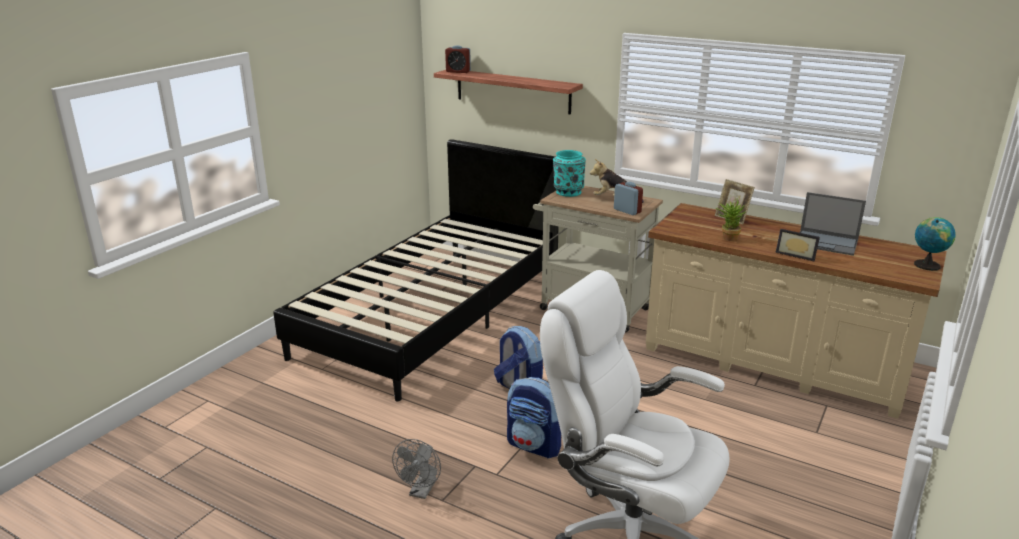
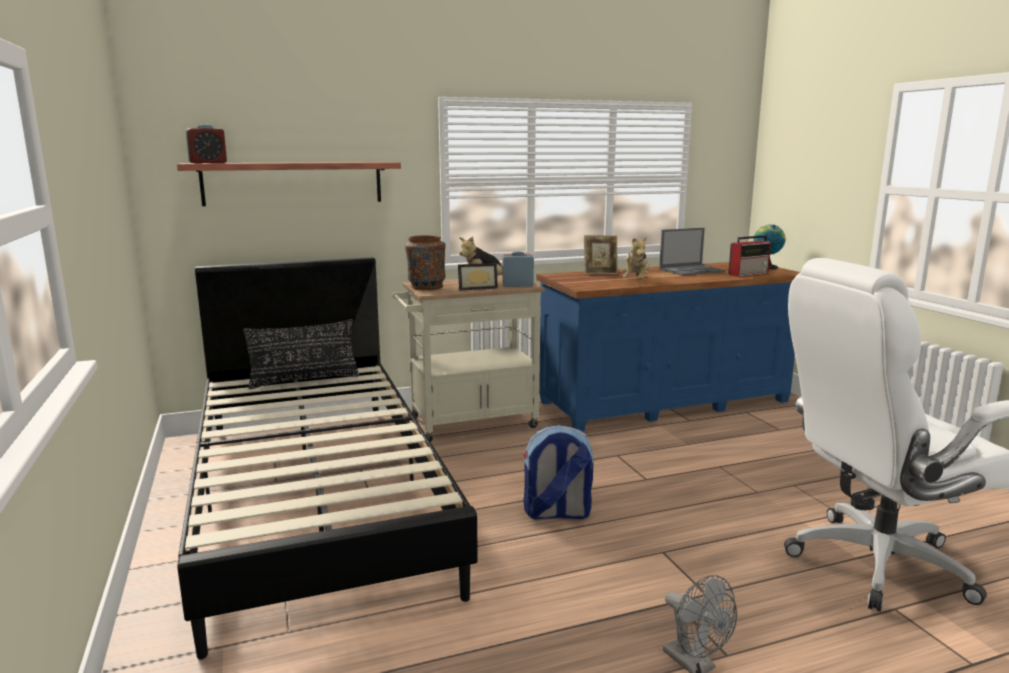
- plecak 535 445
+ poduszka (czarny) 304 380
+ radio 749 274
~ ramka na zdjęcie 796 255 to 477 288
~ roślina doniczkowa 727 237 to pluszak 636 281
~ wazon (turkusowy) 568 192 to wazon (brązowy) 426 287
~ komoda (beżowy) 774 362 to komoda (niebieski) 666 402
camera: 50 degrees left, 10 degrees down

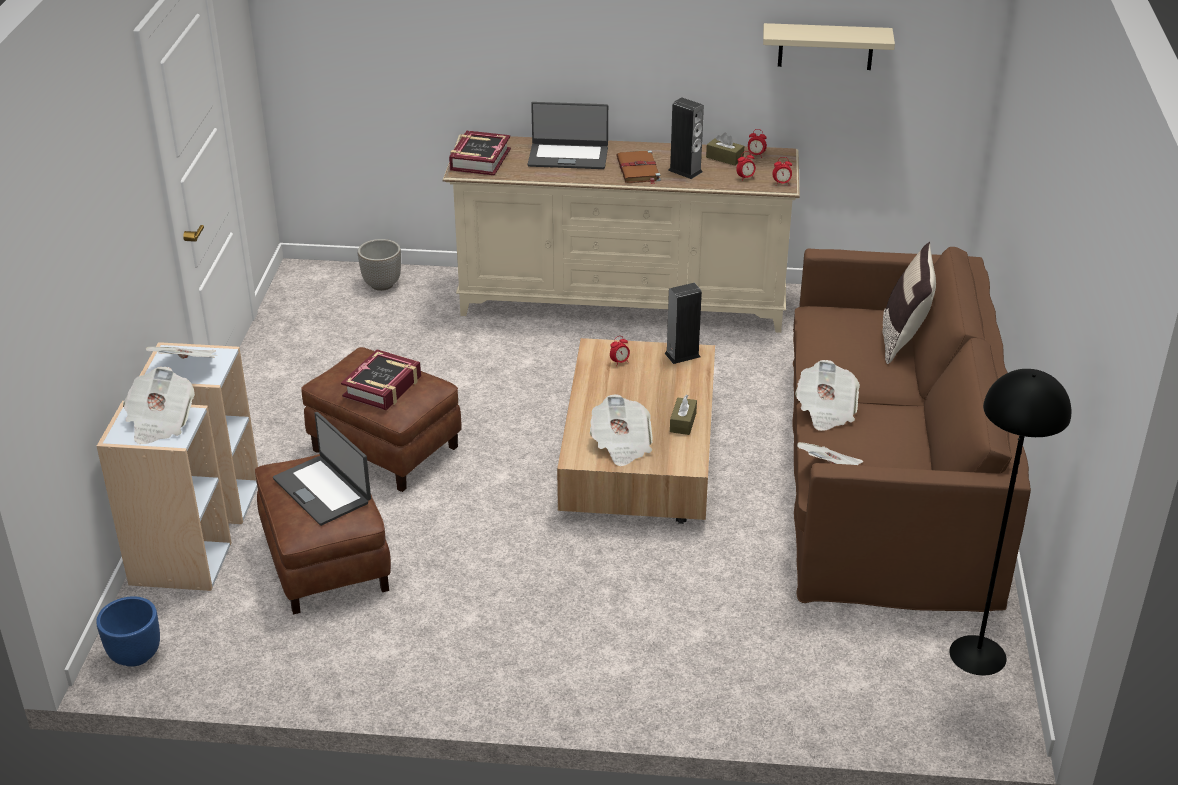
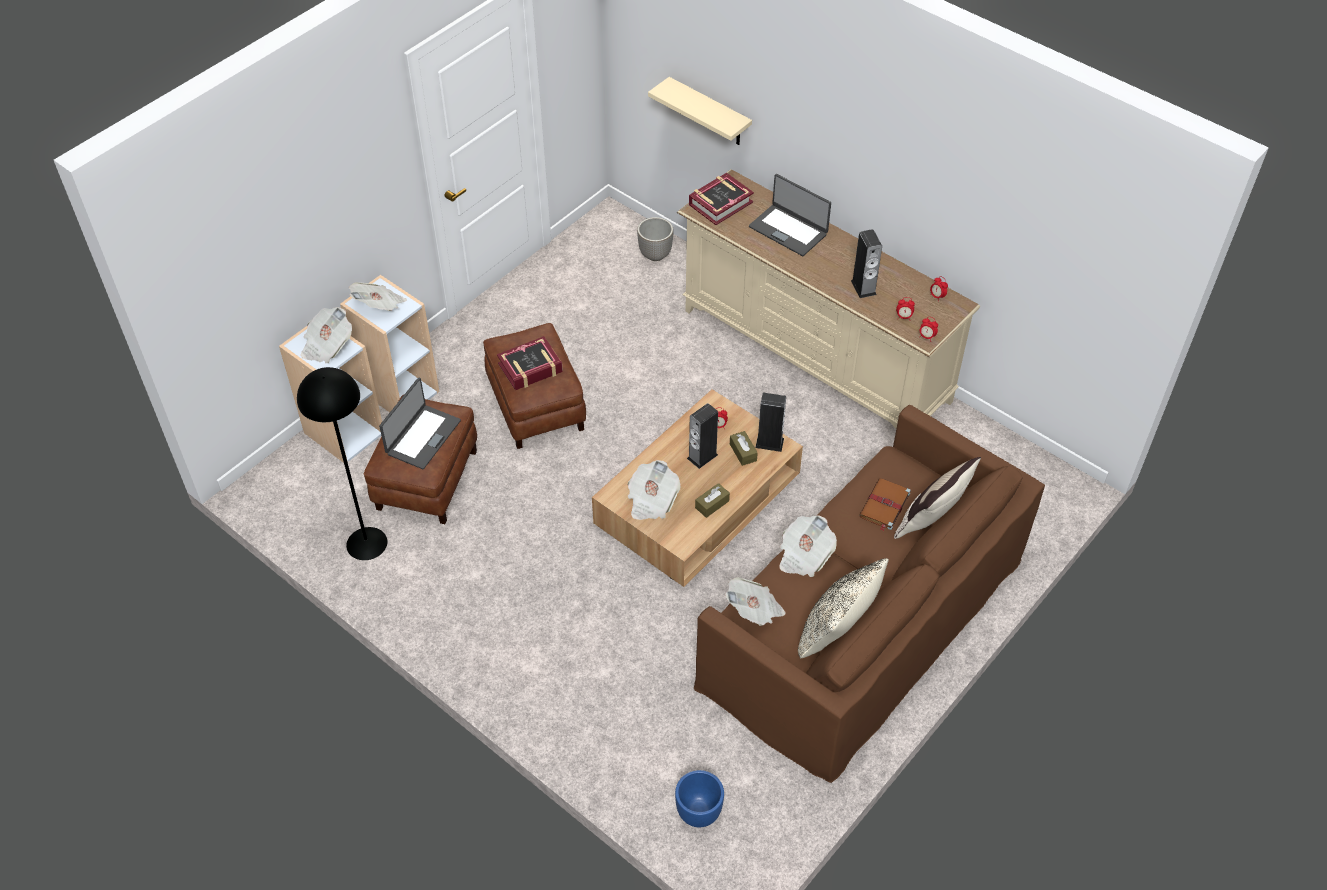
+ głośnik 702 456
+ poduszka (beżowy) 836 635
~ donica (niebieski) 136 654 to 699 812
~ książka (brązowy) 638 170 to 884 506
~ pudełko chusteczek (brązowy) 724 158 to 743 452
~ półka (beżowy) 825 46 to 709 113
~ lampa stojąca (czarny) 978 655 to 366 544
~ laptop 323 490 = 422 437 150 degrees counterclockwise
camera: 35 degrees right, 15 degrees up

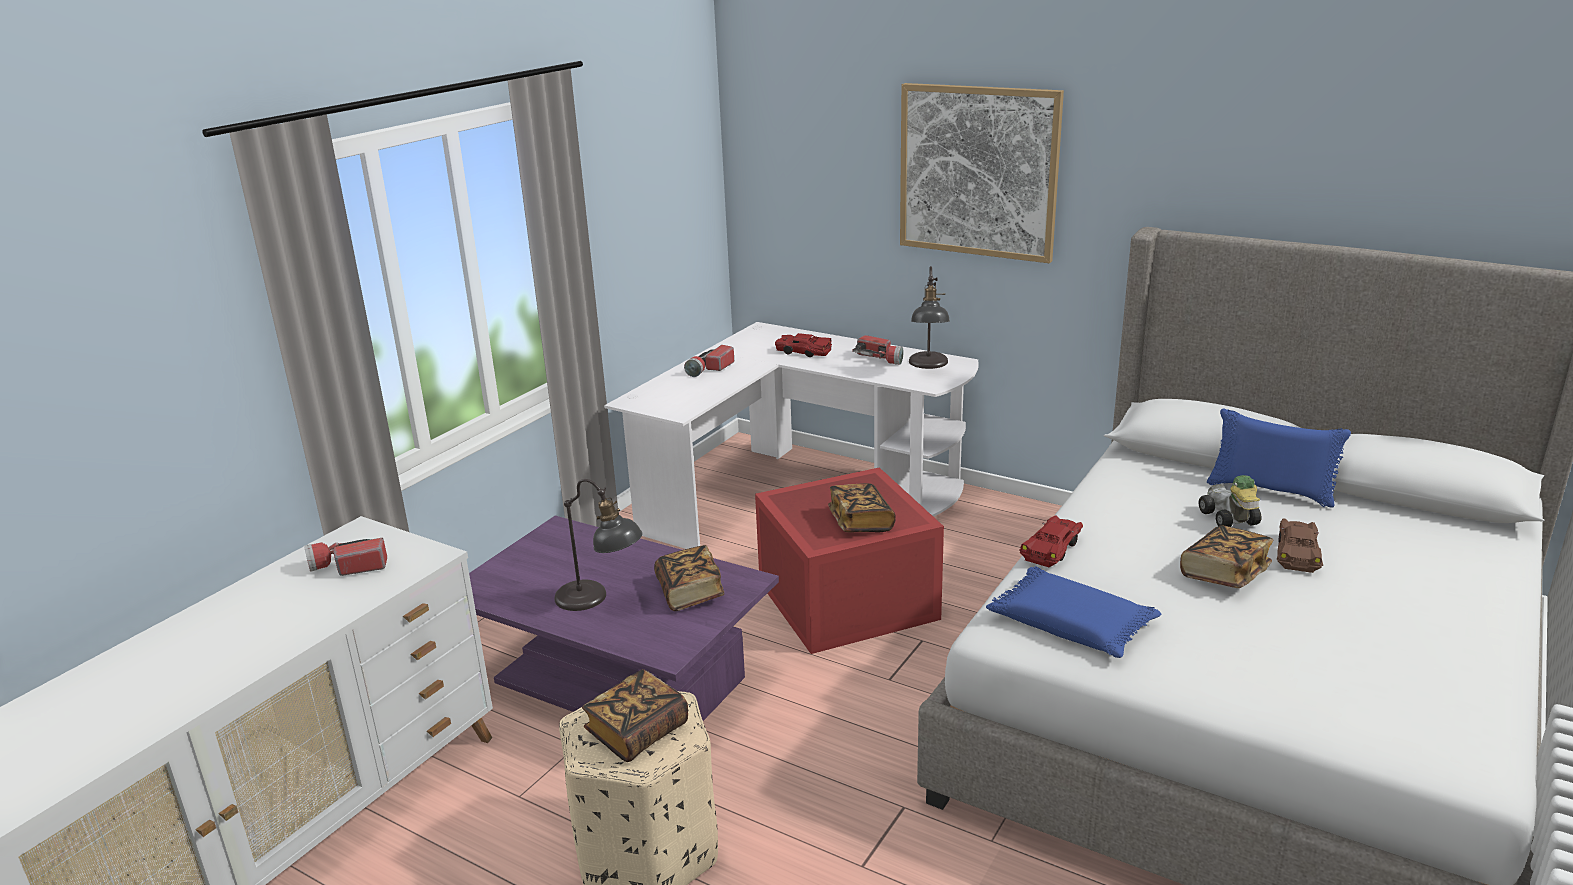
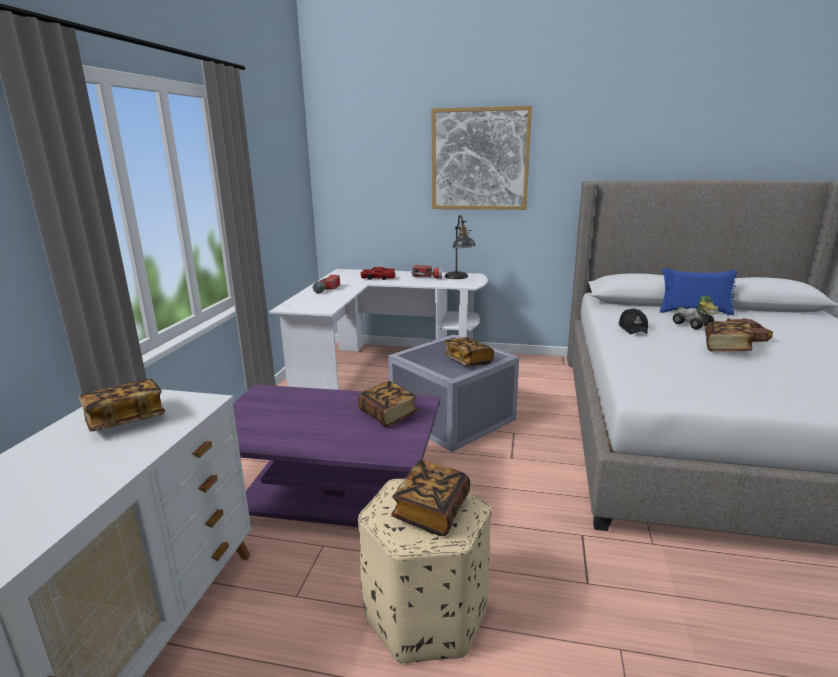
- lampa stołowa (szary) 601 600
- poduszka (niebieski) 1071 620
- samochodzik (czerwony) 1052 549
+ czapka z daszkiem (czarny) 633 328
~ latarka 348 566 to książka 126 420
~ pojemnik do przechowywania (czerwony) 844 600 to pojemnik do przechowywania (szary) 450 418
camera: 20 degrees left, 5 degrees down

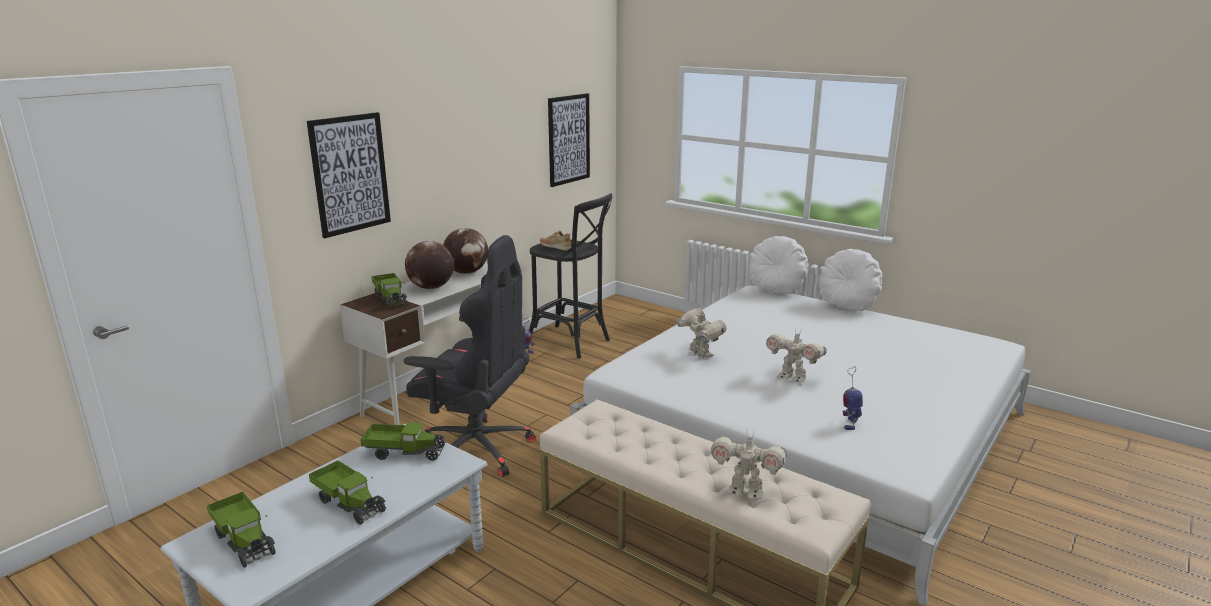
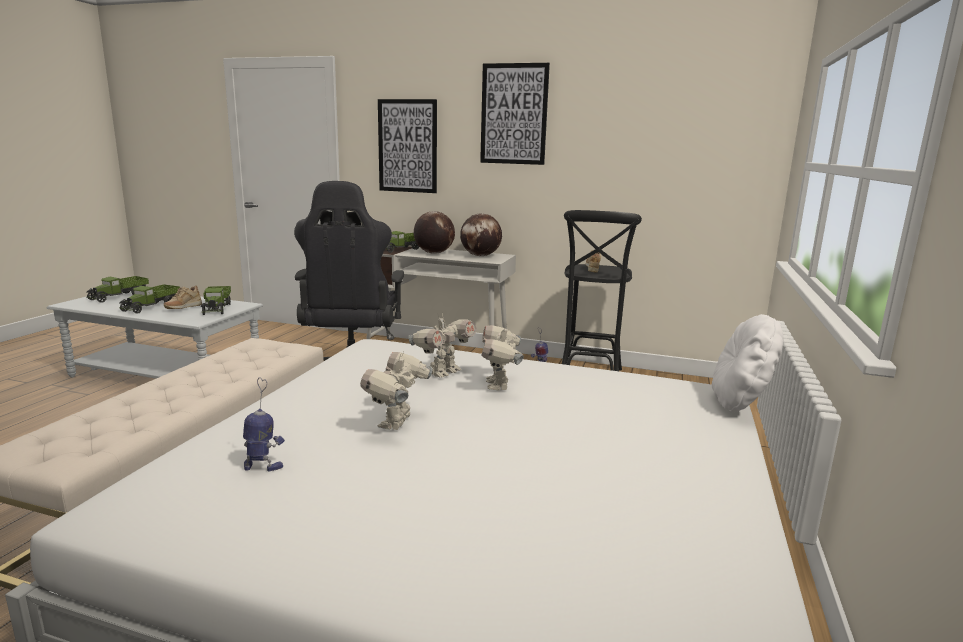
- poduszka (biały) 847 306
+ but (beżowy) 183 308
~ obraz 568 139 to 514 114
~ robot zabawkowy 745 491 to 499 385
camera: 70 degrees right, 5 degrees down

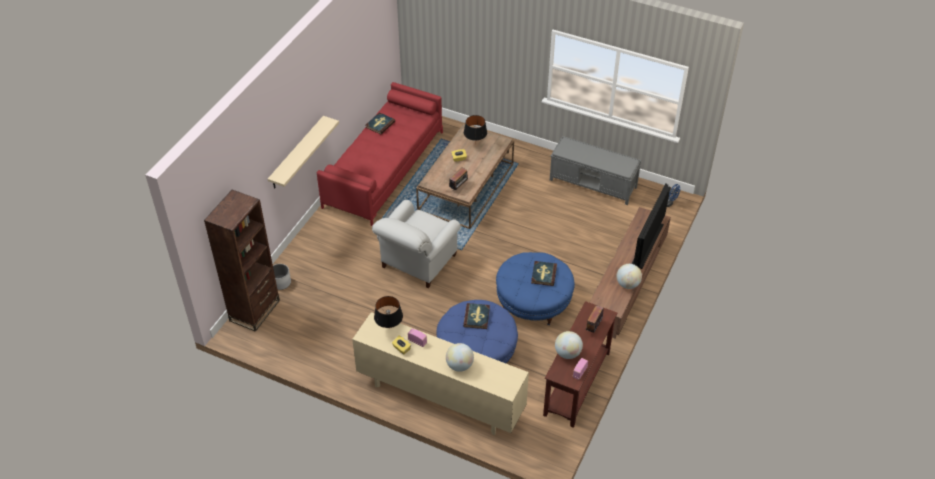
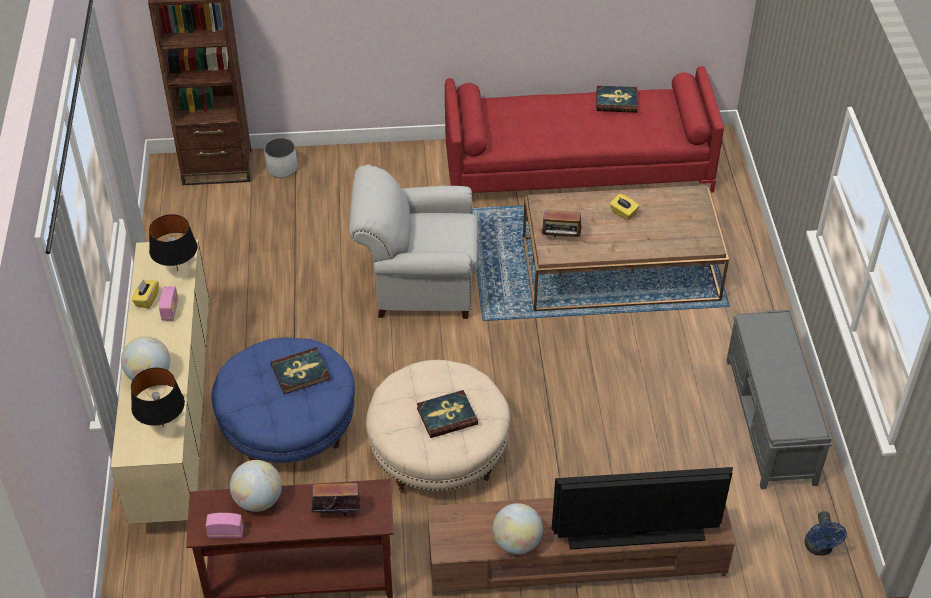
- półka (beżowy) 297 153
~ lampa stołowa (czarny) 475 144 to 163 426
~ pufa (niebieski) 533 301 to pufa (beżowy) 438 452
camera: 60 degrees right, 0 degrees up

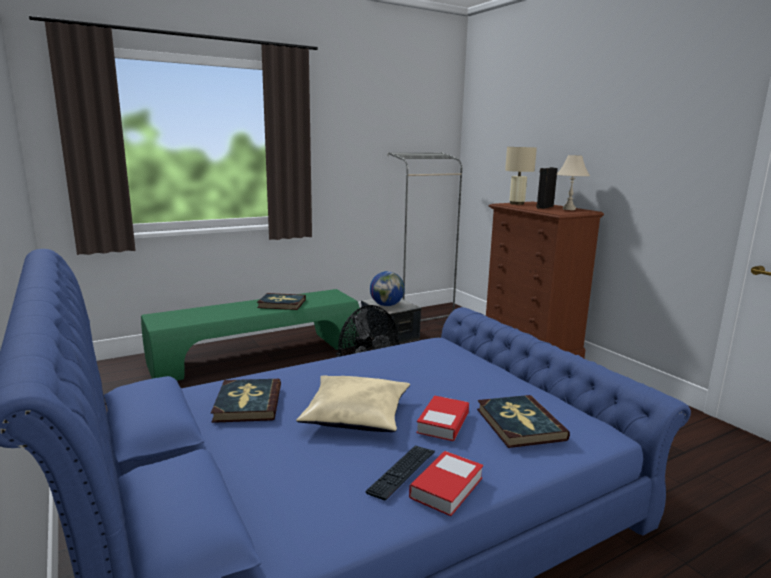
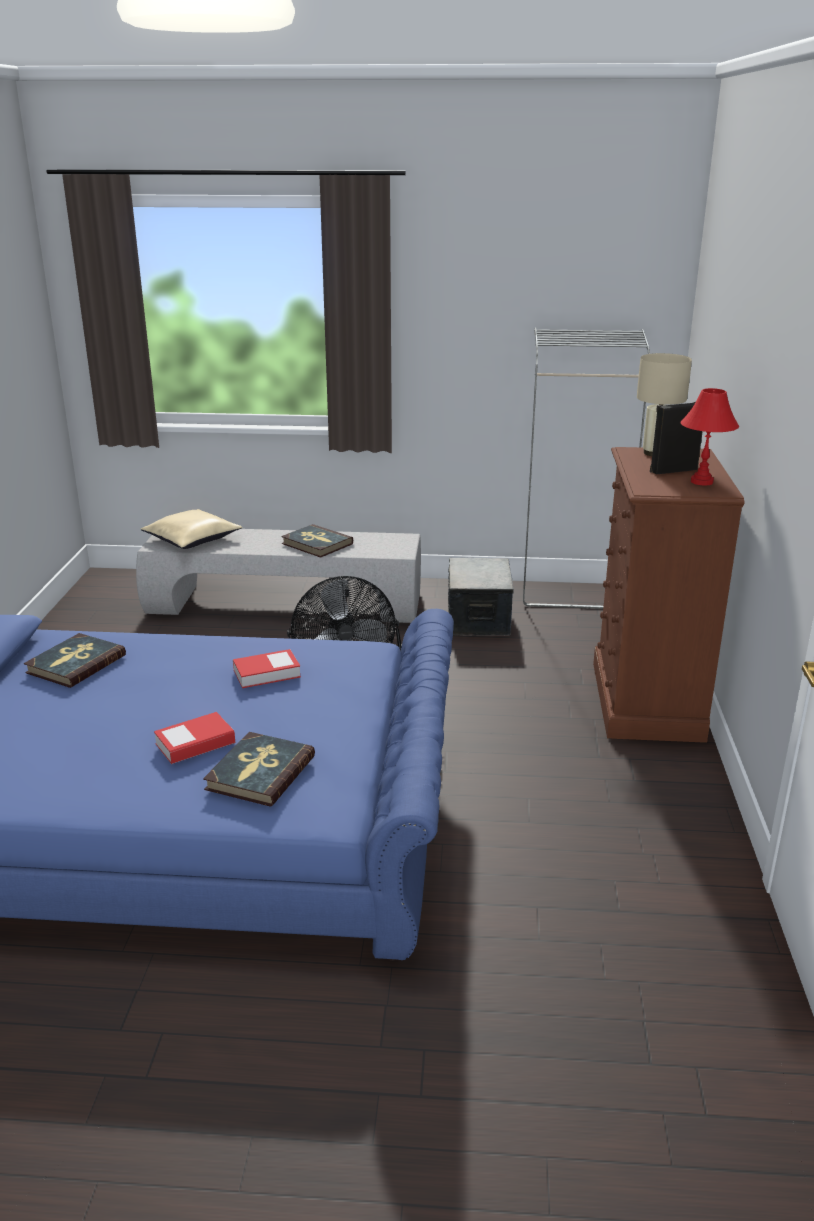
- klawiatura 402 472
- globus 387 305
~ poduszka (beżowy) 355 415 to 191 538
~ książka 446 487 to 267 673
~ ławka (zielony) 257 354 to ławka (szary) 285 603
~ lampa stołowa (beżowy) 568 209 to lampa stołowa (czerwony) 701 481
camera: 35 degrees right, 10 degrees up

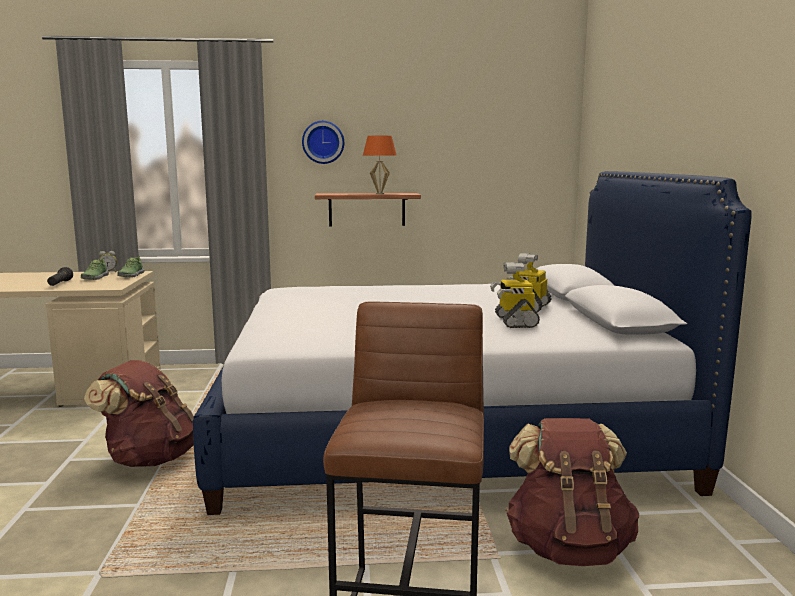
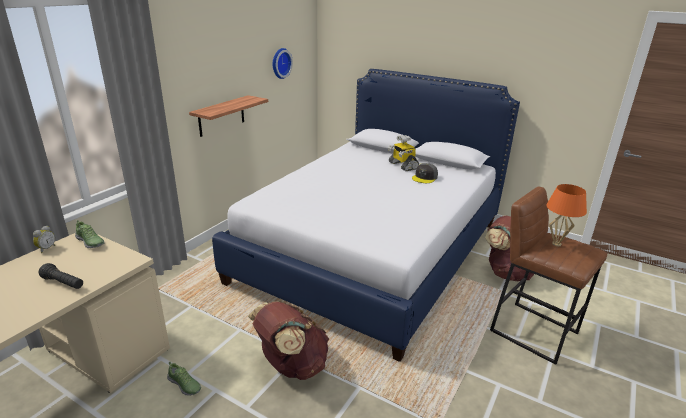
~ but 94 278 to 184 385
~ zegar ścienny 323 142 to 280 63
~ lampa stołowa (pomarańczowy) 380 193 to 556 244
~ robot zabawkowy 514 321 to czapka z daszkiem (szary) 425 177
camera: 55 degrees left, 15 degrees up

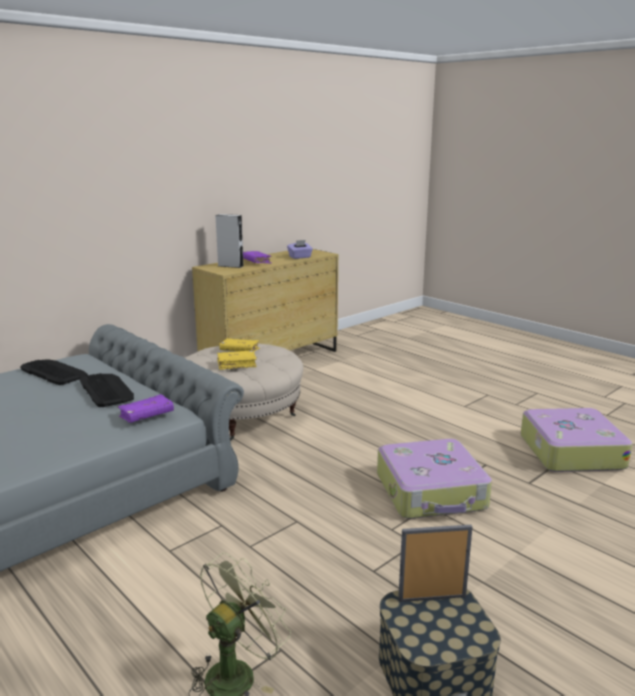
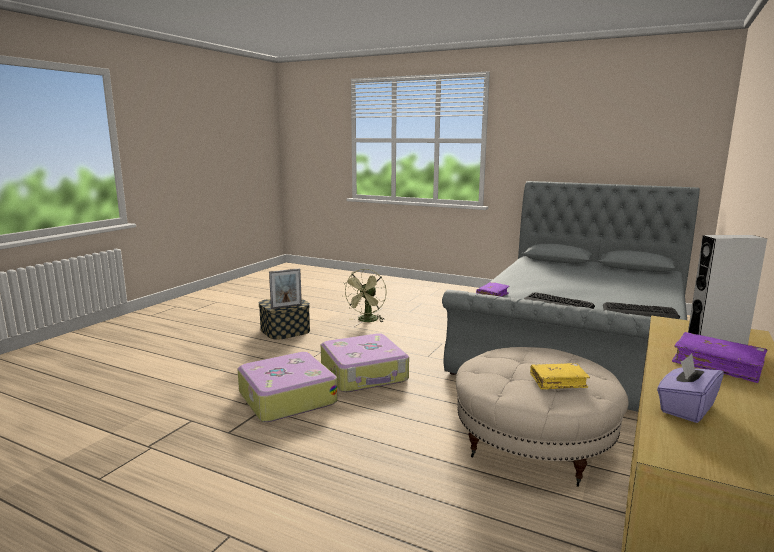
- książka (żółty) 236 364
~ walizka 570 451 to 364 374
camera: 160 degrees right, 5 degrees down

